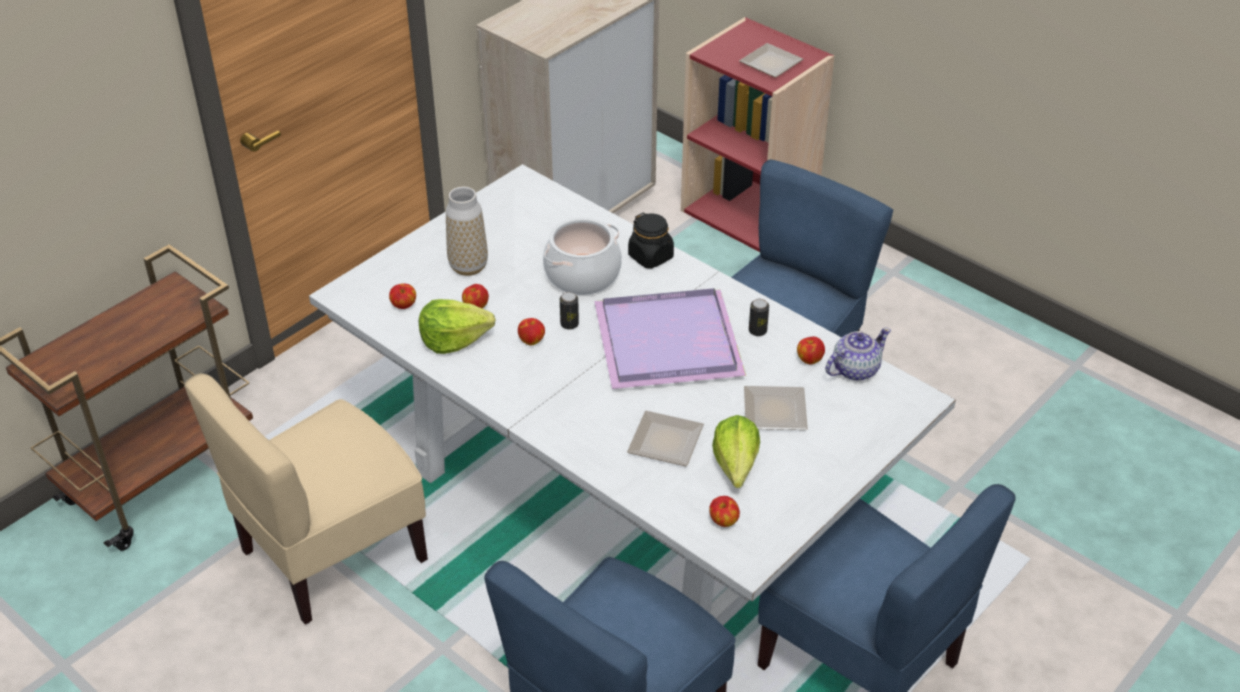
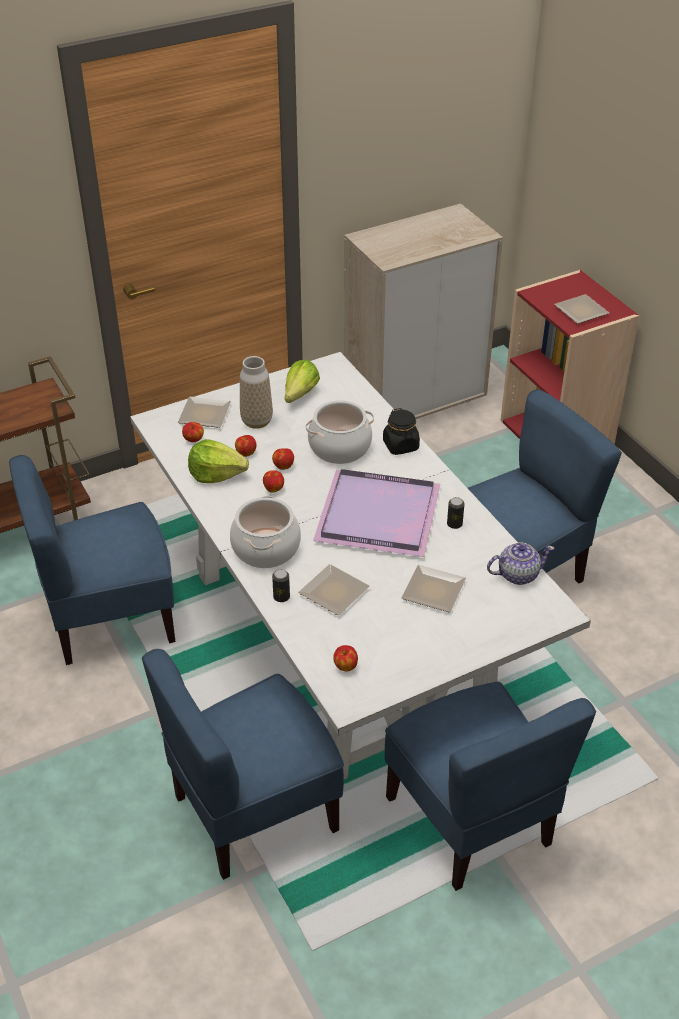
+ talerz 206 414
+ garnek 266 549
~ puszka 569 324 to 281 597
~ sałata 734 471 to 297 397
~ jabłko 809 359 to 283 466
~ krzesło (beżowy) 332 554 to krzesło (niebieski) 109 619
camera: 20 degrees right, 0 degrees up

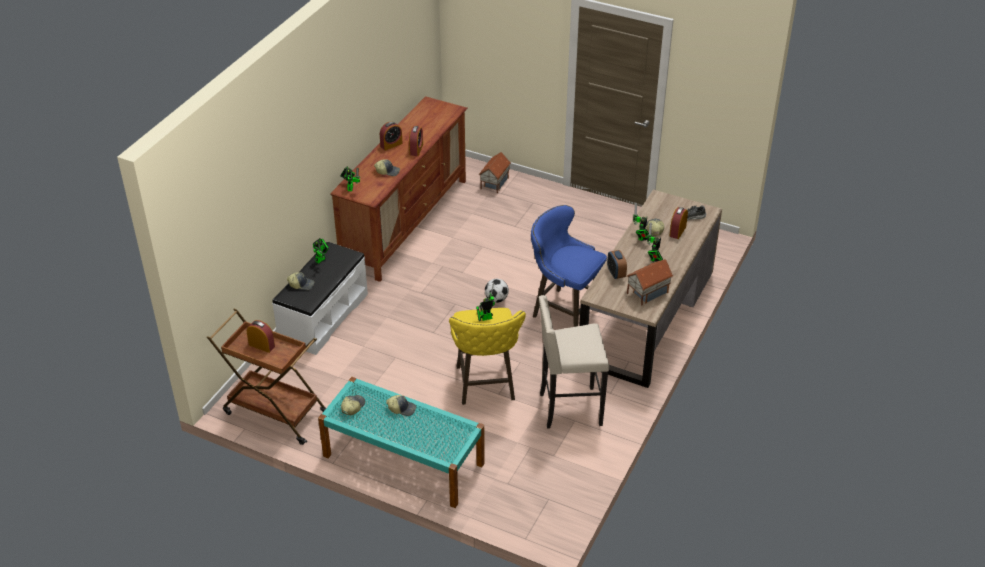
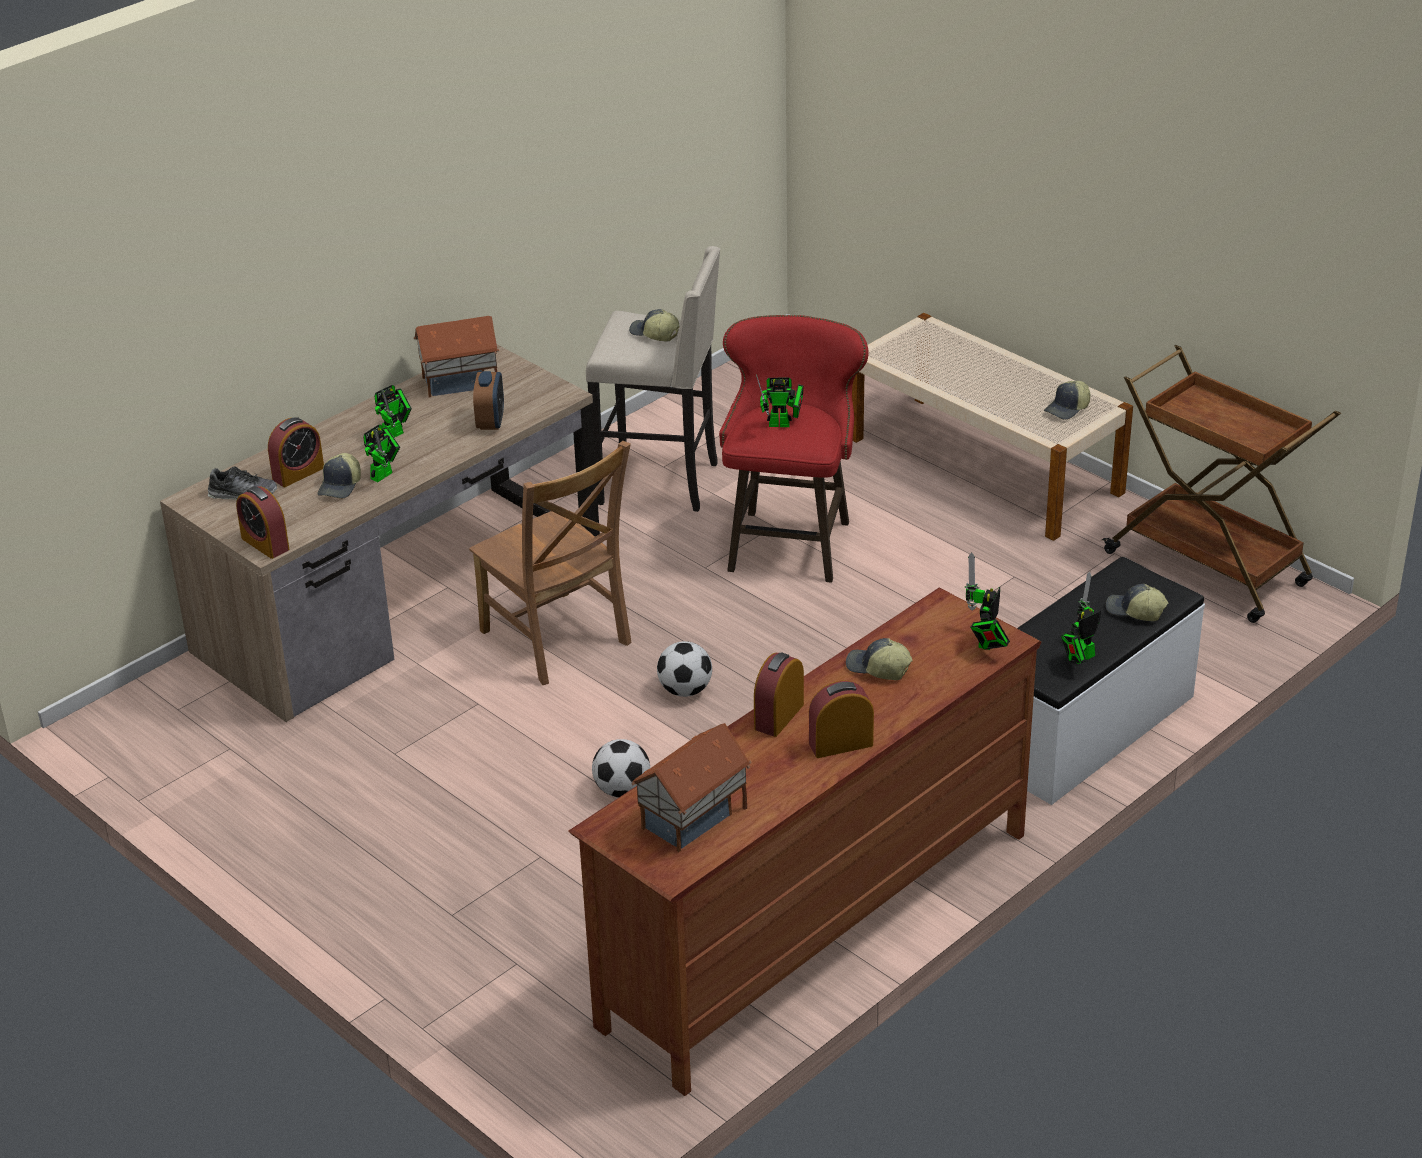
+ piłka futbolowa 622 790
~ budzik 261 345 to 265 544
~ czapka z daszkiem 402 408 to 654 334
~ domek 494 183 to 695 819
~ stołek (niebieski) 563 310 to krzesło (brązowy) 558 640
~ ławka (turkusowy) 403 460 to ławka (beżowy) 985 465
~ stołek (żółty) 485 386 to stołek (czerwony) 791 542
camera: 160 degrees left, 5 degrees down

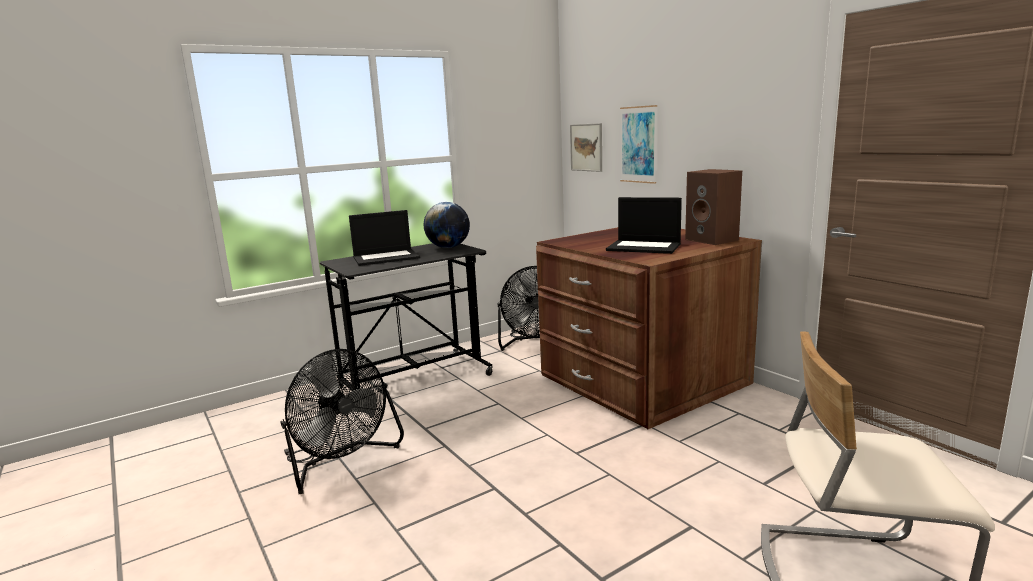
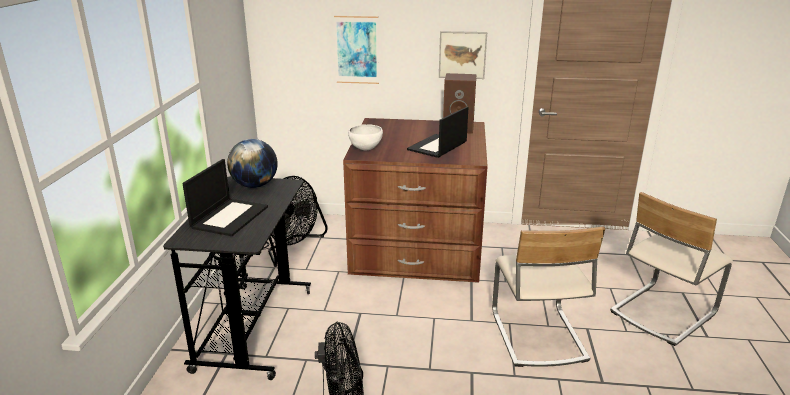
+ miska (biały) 366 149
+ krzesło (beżowy) 537 335
~ obraz 586 147 to 462 55
~ laptop 644 247 = 437 146 150 degrees clockwise
camera: 50 degrees left, 10 degrees up

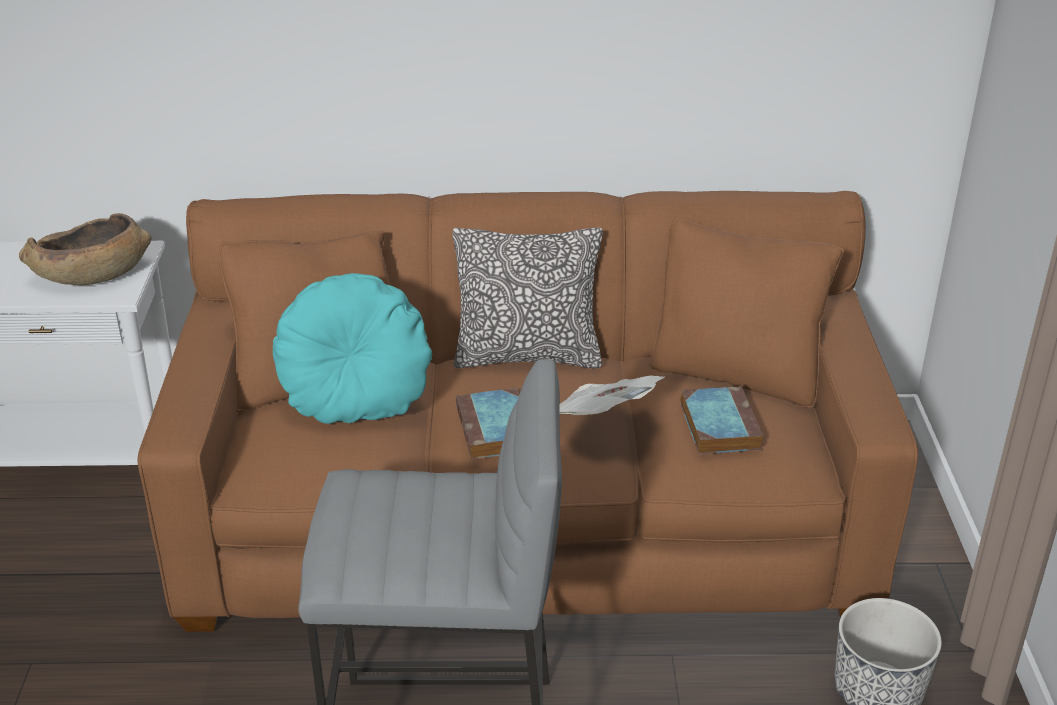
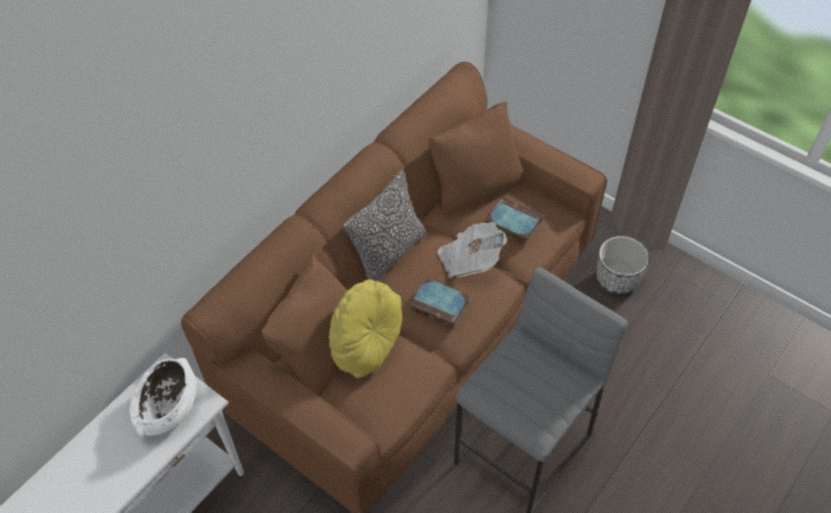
~ miska (brązowy) 91 274 to miska (biały) 168 407
~ poduszka (turkusowy) 357 407 to poduszka (żółty) 368 349
camera: 50 degrees left, 20 degrees up

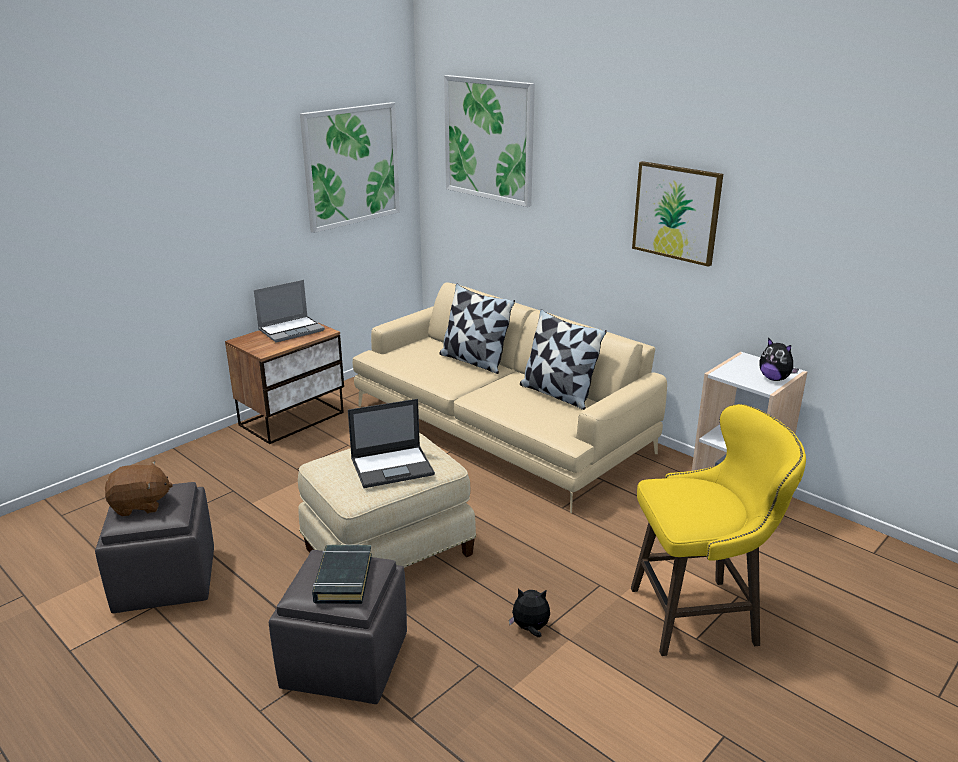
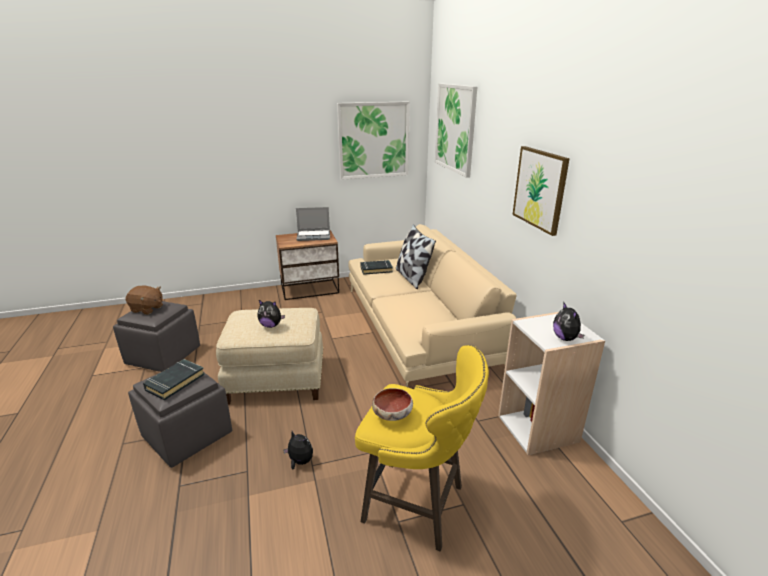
- poduszka 558 394
+ książka (czarny) 376 269
+ miska 392 414
~ laptop 393 466 to pluszak 271 325
camera: 30 degrees right, 0 degrees up

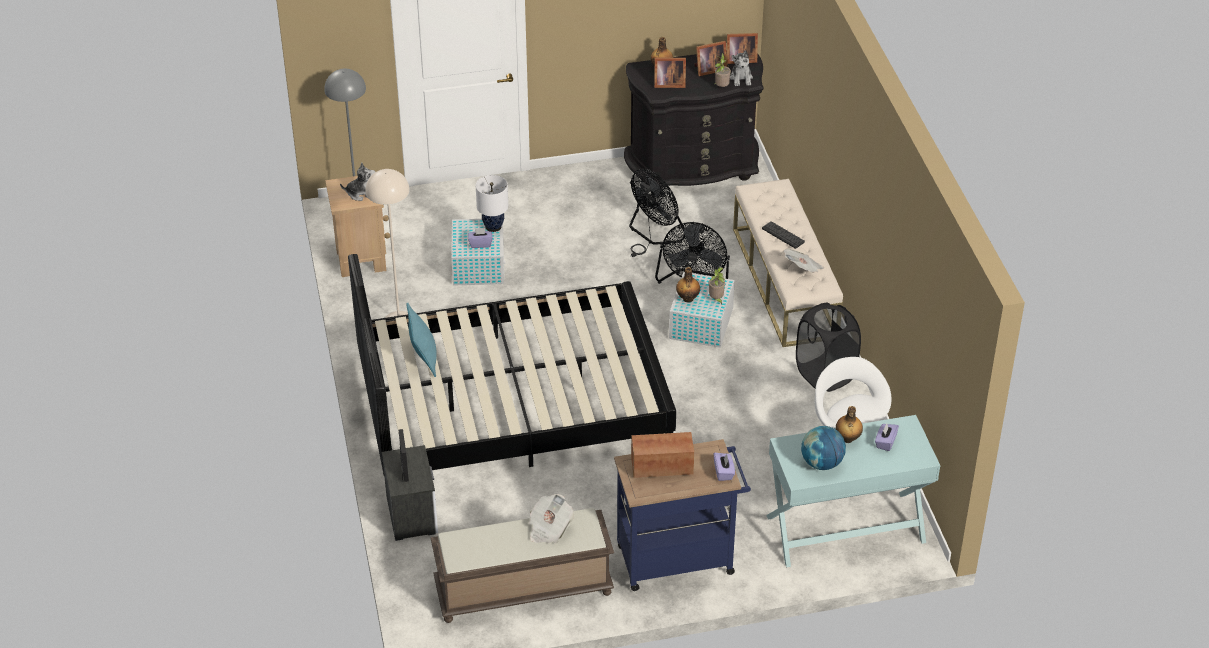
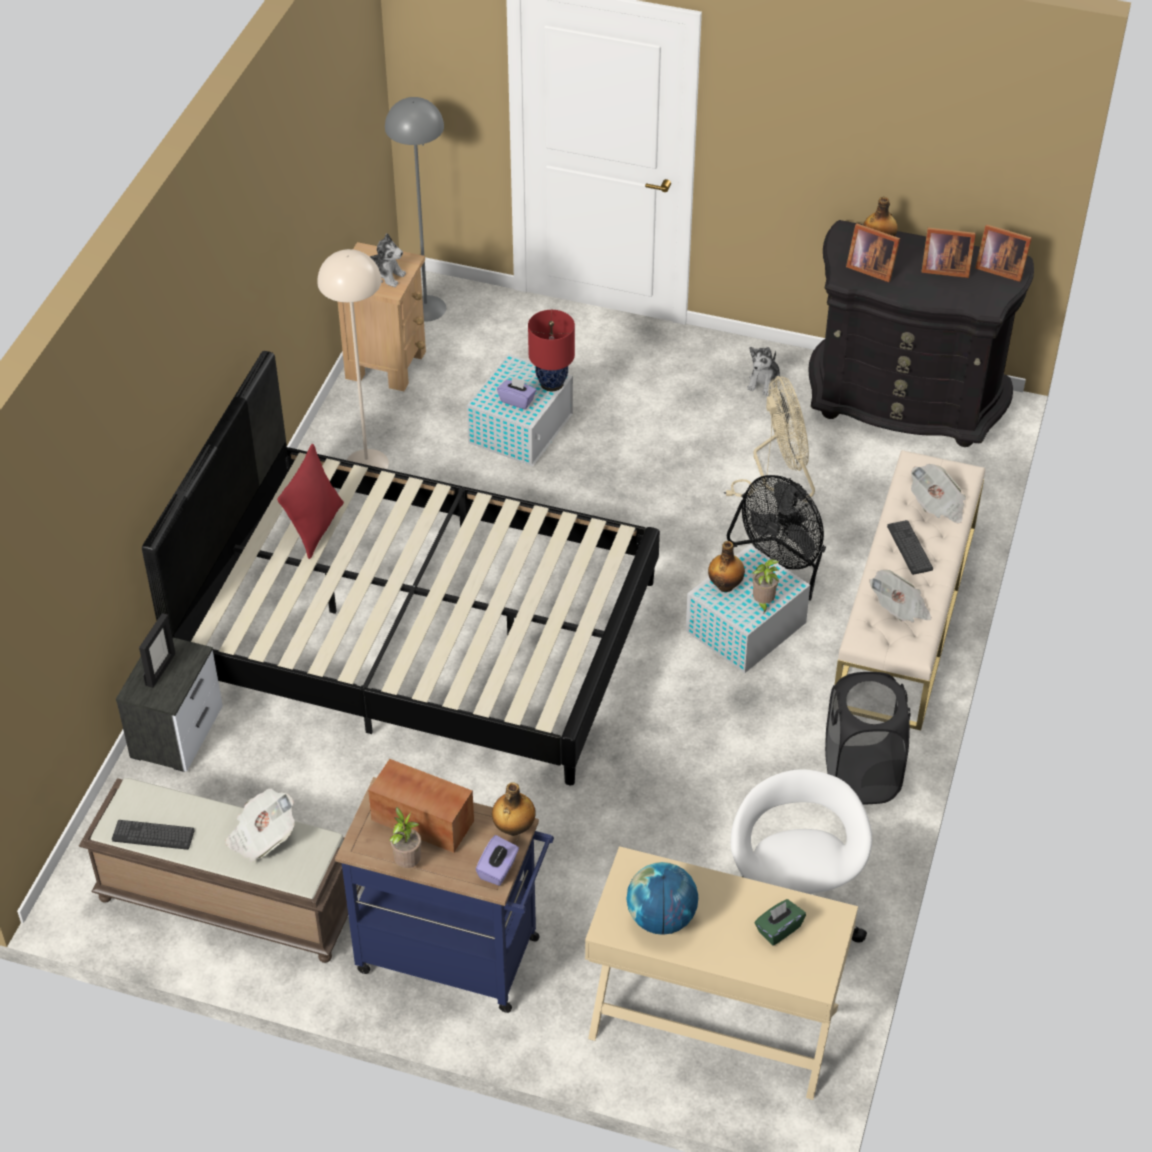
+ klawiatura 153 835
+ gazeta 937 506
~ roślina doniczkowa 721 87 to 407 862
~ pluszak 741 78 to 764 382
~ butelka 847 439 to 513 828
~ poduszka (turkusowy) 424 358 to poduszka (czerwony) 316 528
~ lampa stołowa (biały) 493 226 to lampa stołowa (czerwony) 551 383
~ wentylator (czarny) 650 233 to wentylator (beżowy) 774 472
~ biurko (turkusowy) 846 529 to biurko (beżowy) 713 1022
~ pudełko chusteczek (fioletowy) 885 442 to pudełko chusteczek (zielony) 778 929
camera: 30 degrees right, 5 degrees up

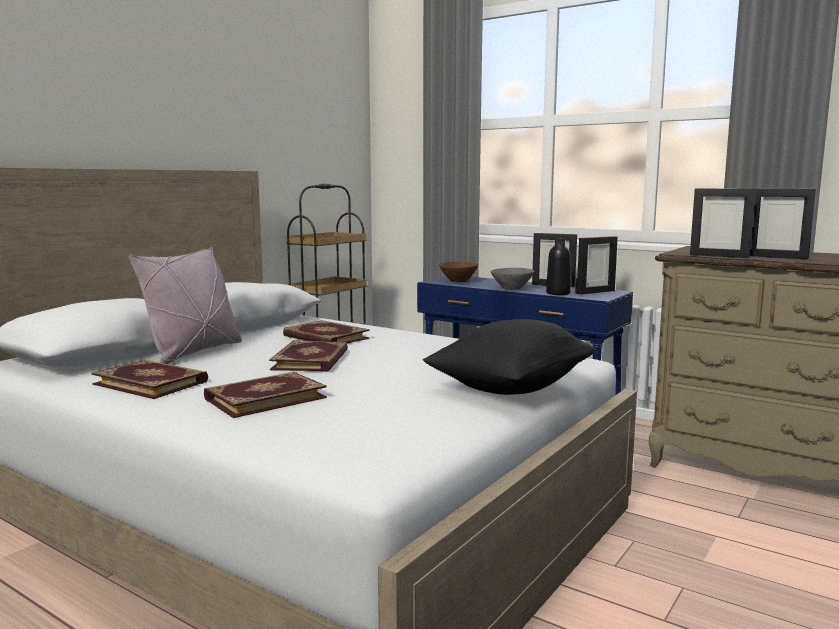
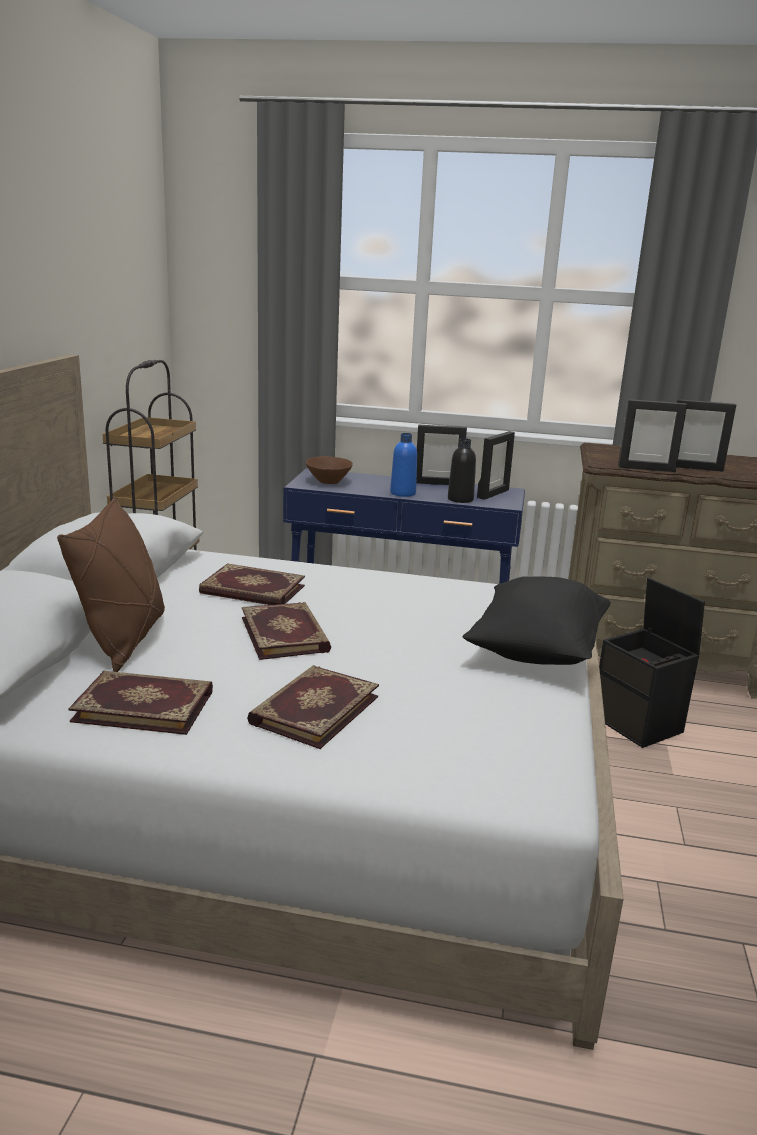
+ pojemnik do przechowywania (czarny) 639 724
~ miska (szary) 511 288 to butelka (niebieski) 403 493
~ poduszka (fioletowy) 194 352 to poduszka (brązowy) 124 640
camera: 25 degrees left, 10 degrees up

